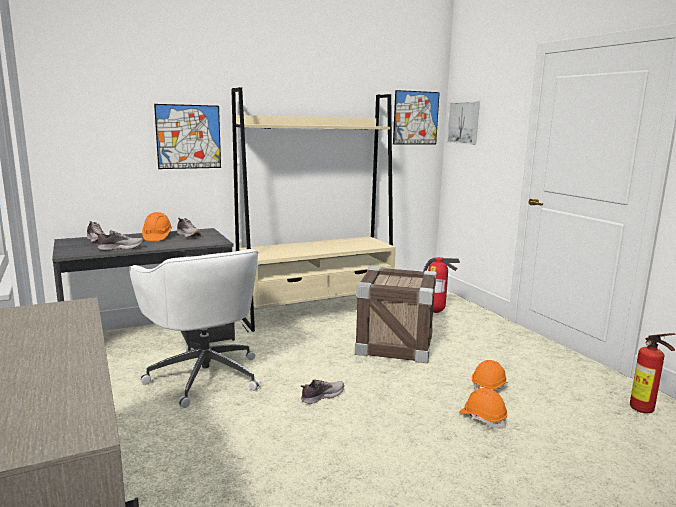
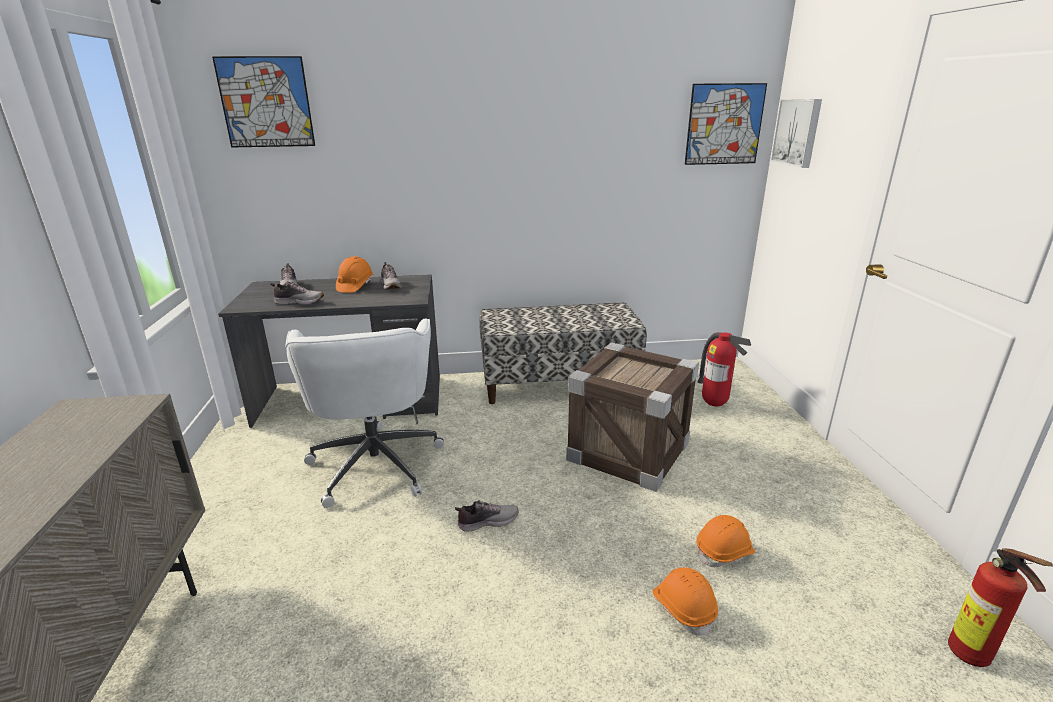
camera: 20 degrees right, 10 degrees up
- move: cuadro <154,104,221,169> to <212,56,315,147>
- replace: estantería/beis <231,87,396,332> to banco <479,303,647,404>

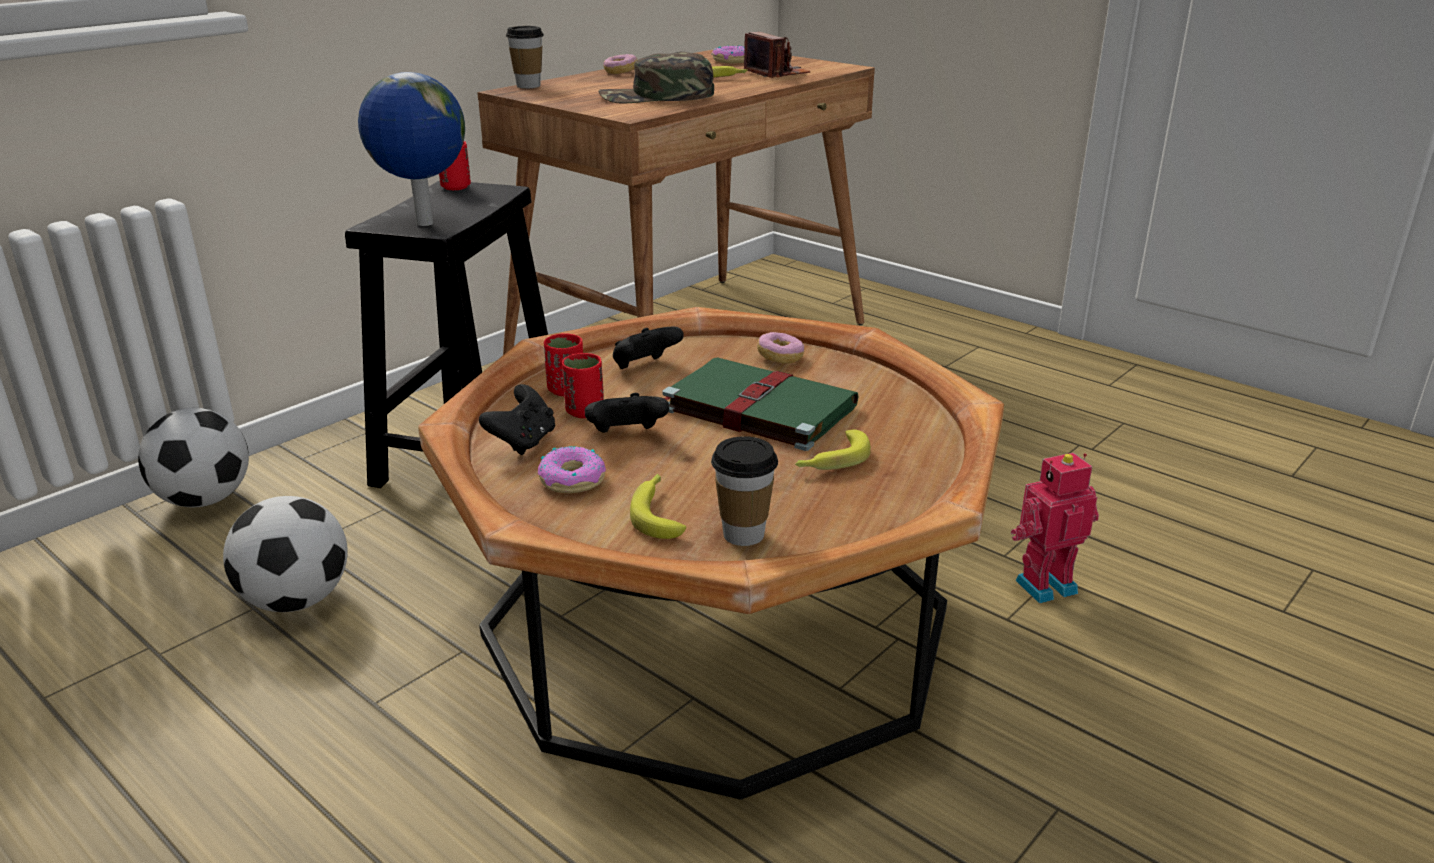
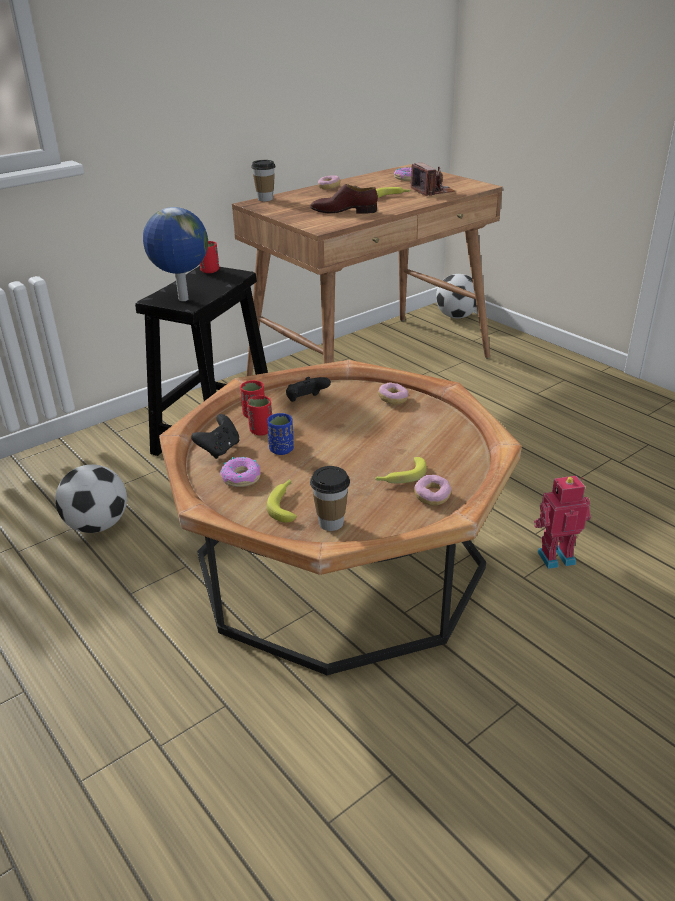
camera: 10 degrees right, 5 degrees up
- delete: libro/verde <663,358,859,451>
- insert: rosquilla <414,475,451,506>
- move: balón de fútbol <138,408,249,507> to <436,274,477,319>
- replace: mando de consola/negro <584,393,669,433> to taza/azul <267,413,294,455>
- replace: gorra/verde <599,52,714,104> to zapato/marrón <310,184,378,214>

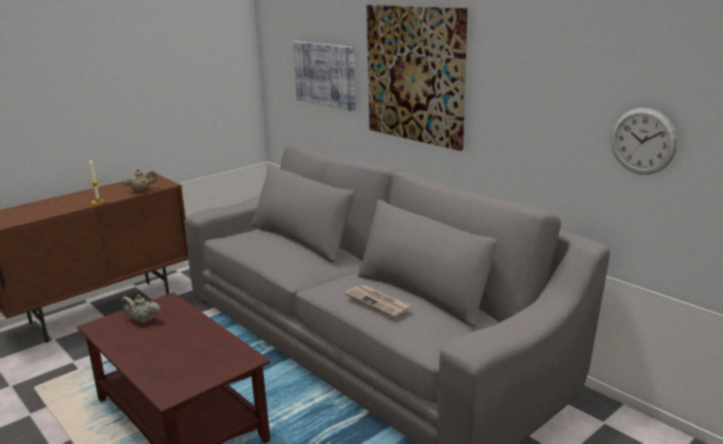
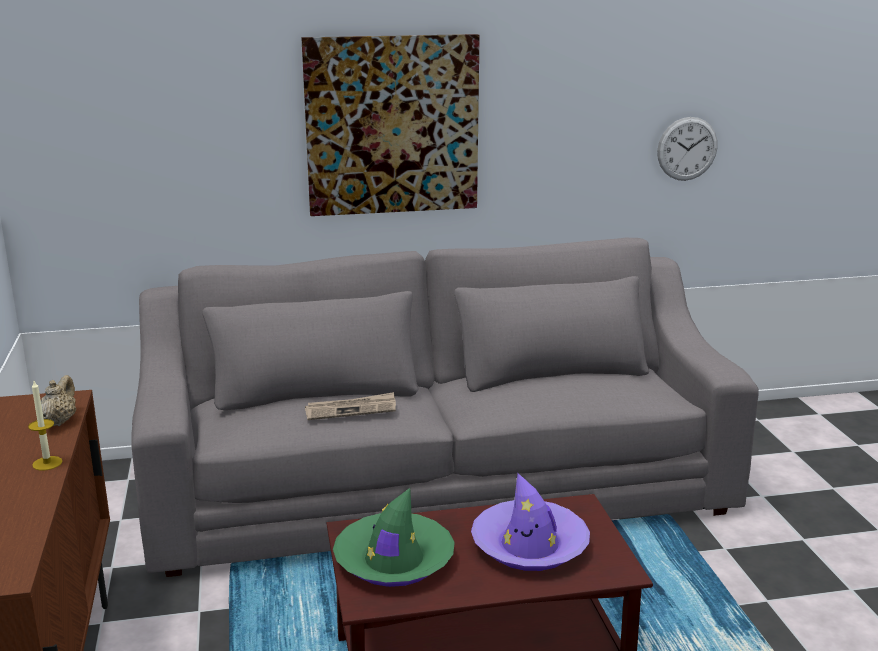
camera: 60 degrees left, 0 degrees up
- delete: cuadro <293,41,355,111>
- insert: sombrero/morado <471,473,590,571>
- move: periódico <345,285,411,317> to <305,392,396,420>
- replace: tetera/beis <121,295,161,323> to sombrero/verde <333,488,455,587>

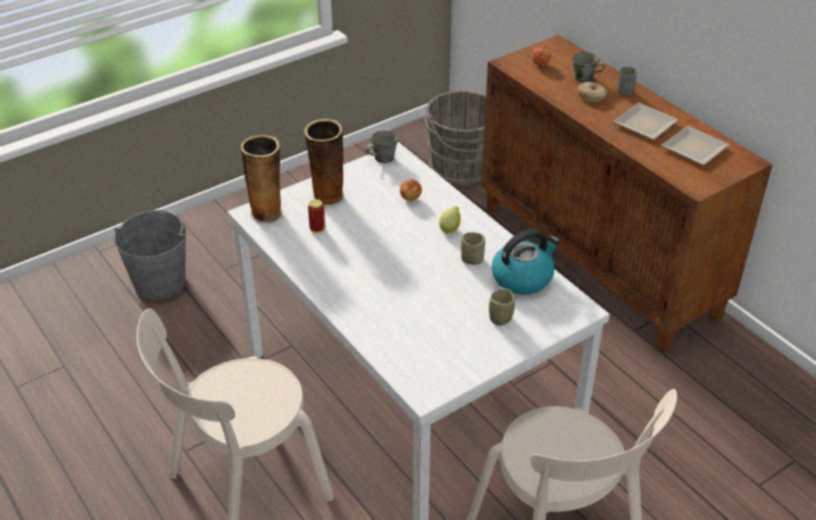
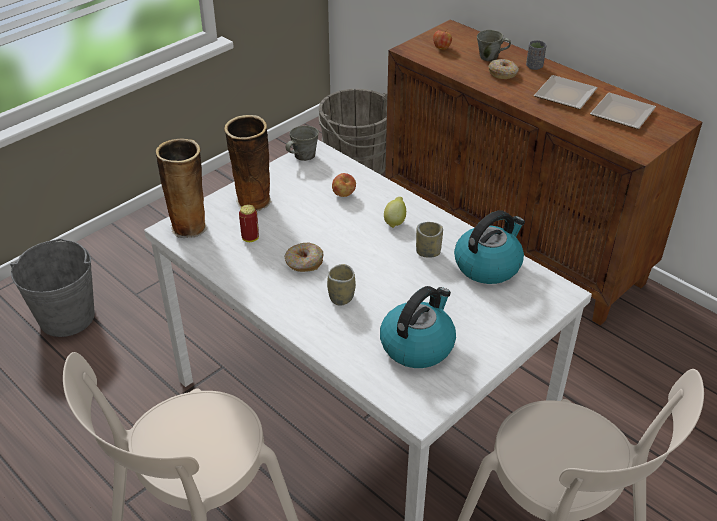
camera: 10 degrees left, 0 degrees up
- insert: rosquilla <284,243,323,272>
- insert: hervidor <380,286,456,368>
- move: taza <489,288,515,326> to <327,264,356,306>

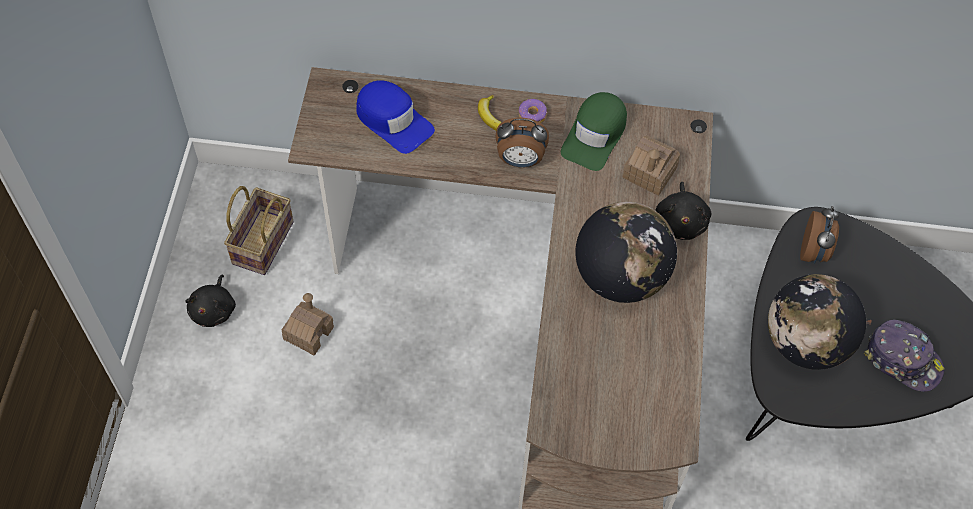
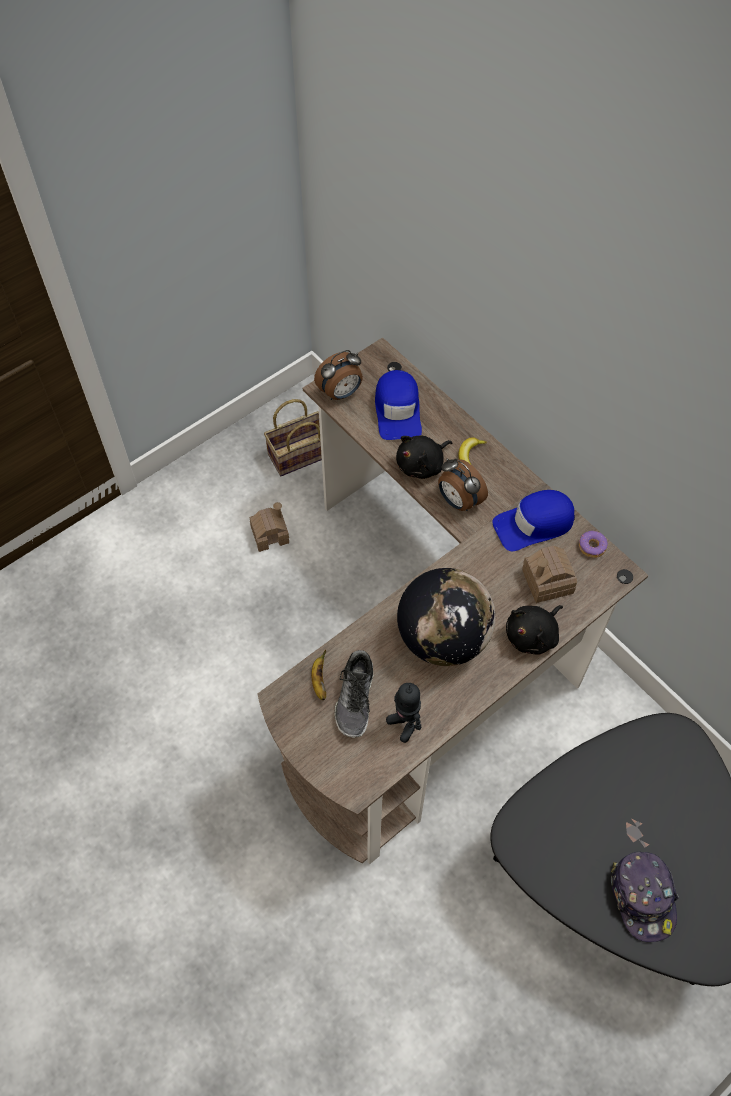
camera: 45 degrees right, 0 degrees up
- delete: globo terráqueo <768,274,866,370>
- insert: plátano <311,649,326,700>
- insert: zapato <334,650,373,738>
- insert: robot de juguete <386,683,422,743>
- move: peluche/negro <185,275,236,327> to <396,436,453,479>
- move: rosquilla <519,99,547,123> to <579,531,608,558>
- move: despertador <800,206,839,264> to <314,350,363,400>
- recolor: gorra/verde <561,92,627,171> to gorra/azul <492,490,575,551>

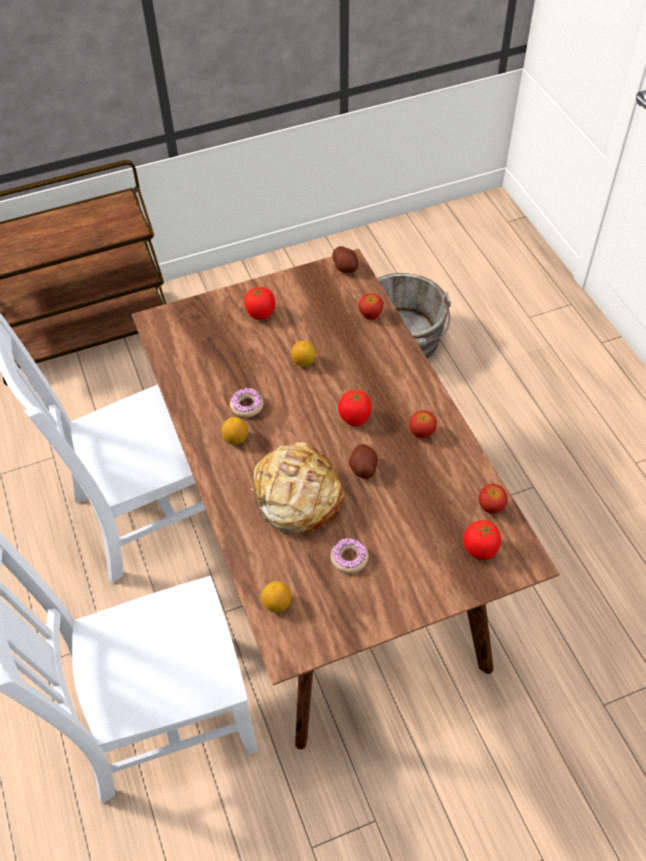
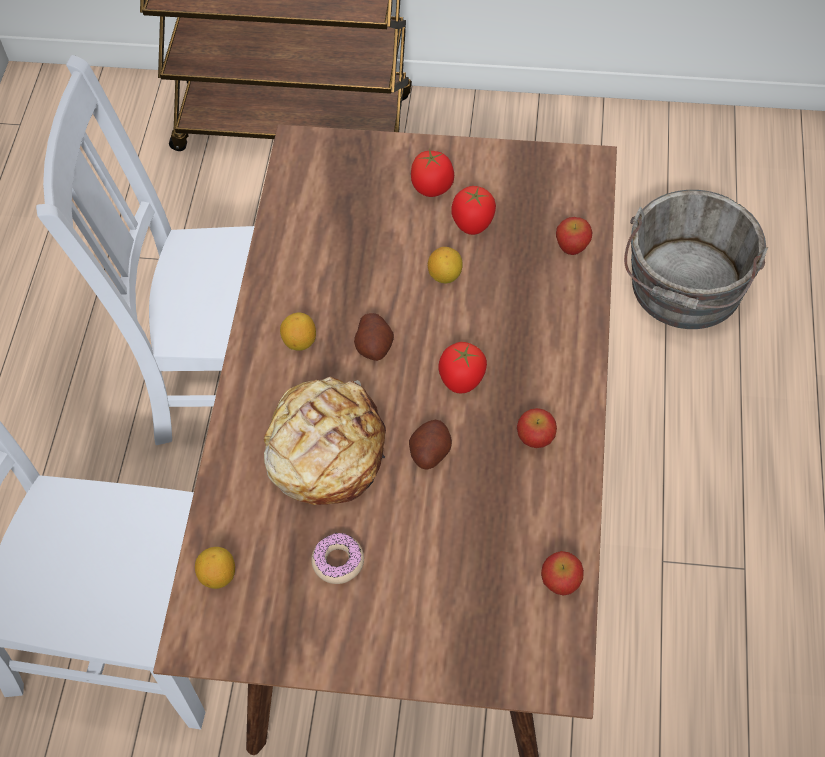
camera: 30 degrees right, 5 degrees up
- delete: rosquilla <230,388,264,418>
- move: patata <332,246,358,273> to <354,313,394,361>
- move: tomate <463,520,501,560> to <451,186,496,235>

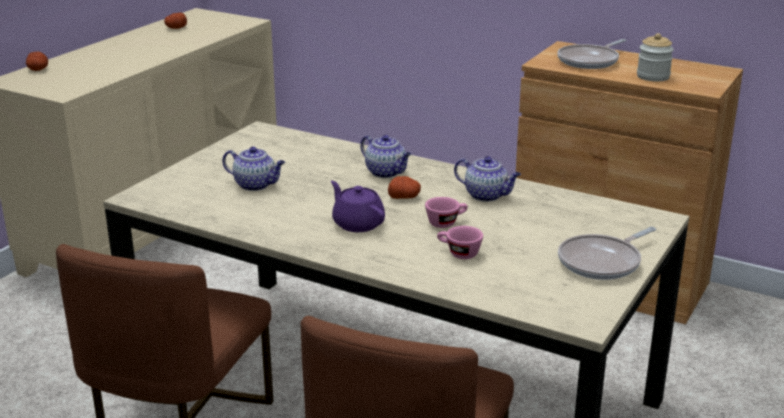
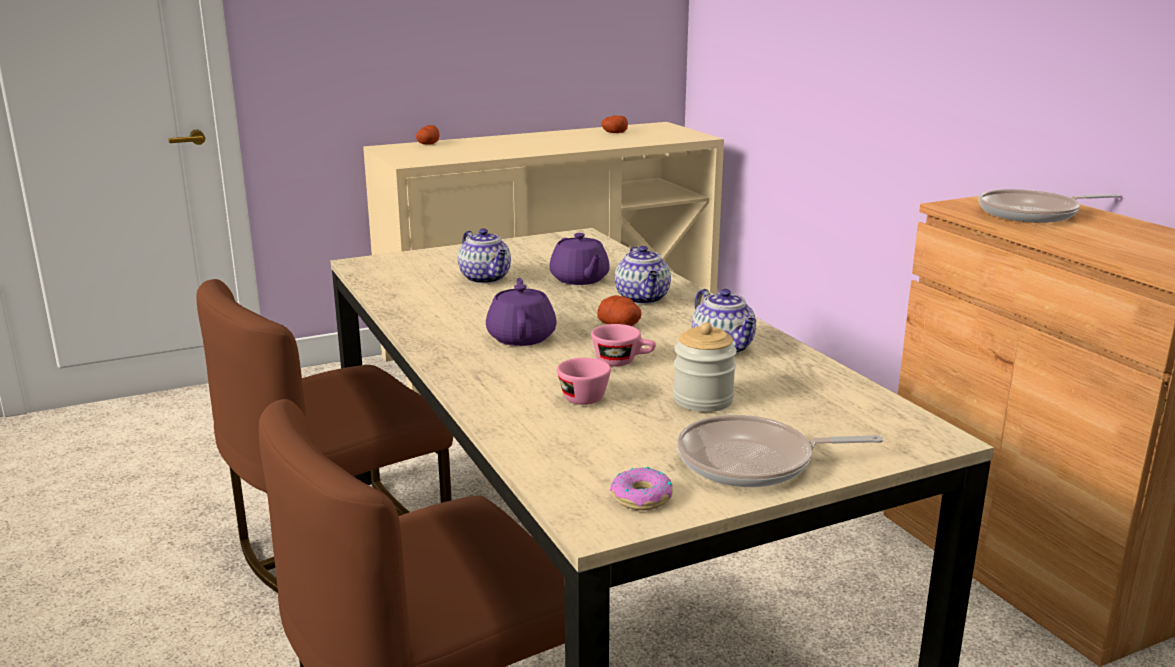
camera: 35 degrees right, 5 degrees down
- insert: tetera/morado <549,233,610,285>
- insert: rosquilla <610,467,673,510>
- move: tarro <637,33,674,82> to <673,322,737,412>

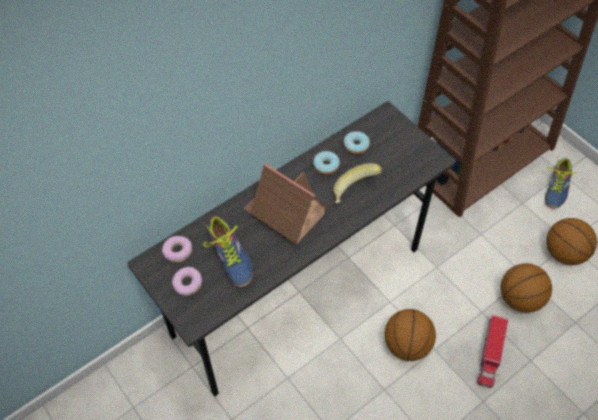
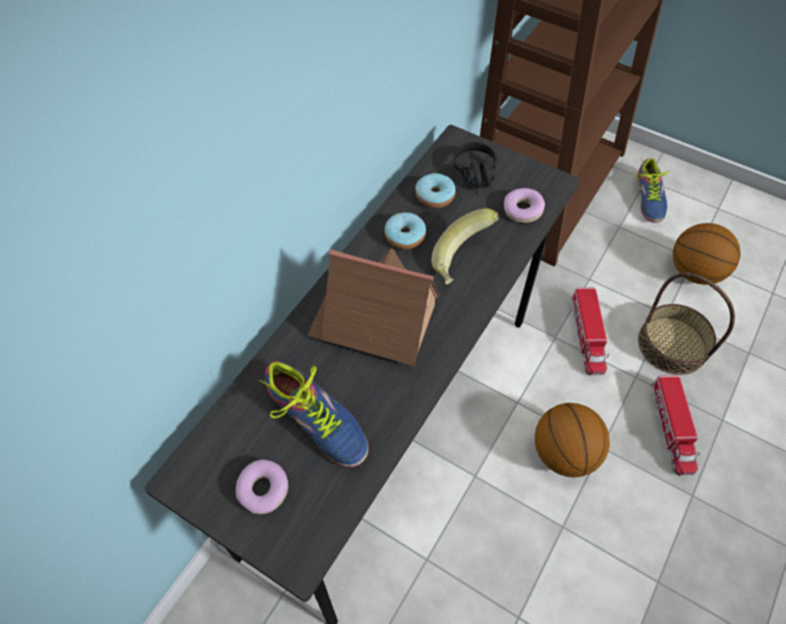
camera: 20 degrees left, 0 degrees up
- insert: auriculares/negro <454,142,498,196>
- insert: camión de juguete <571,287,609,376>
- move: rosquilla <162,236,192,262> to <504,188,545,223>
- replace: balón de baloncesto <501,263,552,313> to cesta <638,272,735,375>

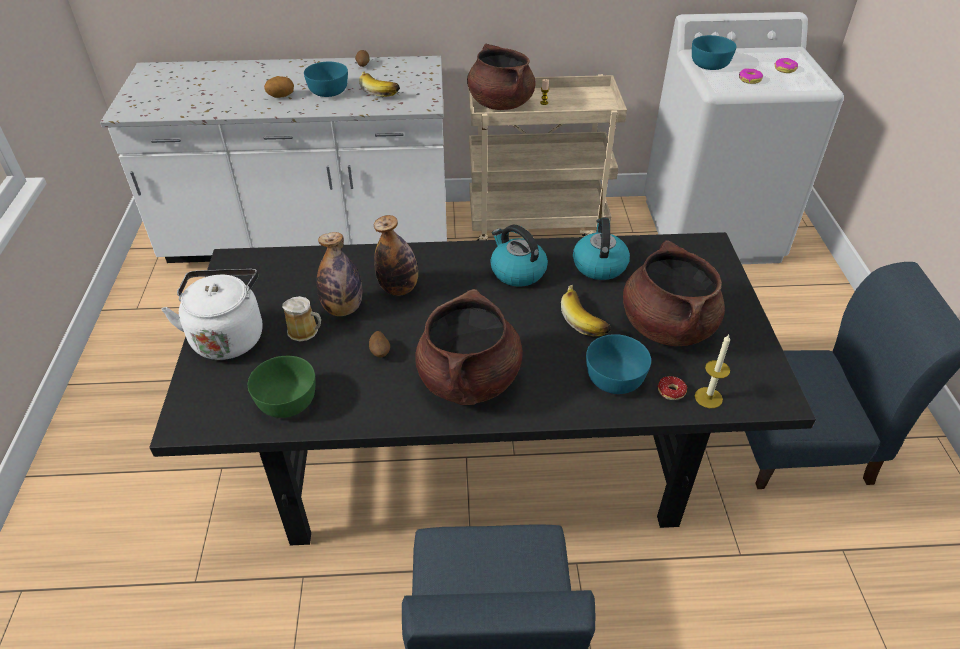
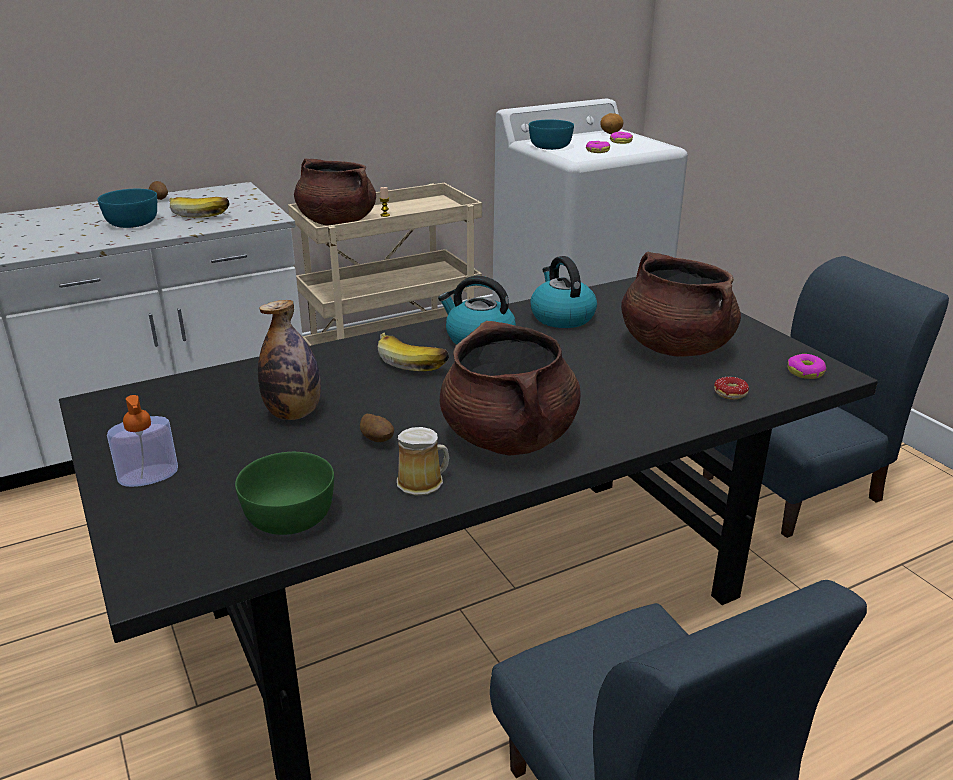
camera: 25 degrees left, 15 degrees down
- delete: botella <374,215,418,296>
- delete: cuenco/turquesa <586,334,651,394>
- delete: vela <695,334,730,408>
- insert: rosquilla <787,354,826,379>
- move: patata <264,76,294,98> to <600,113,624,134>
- move: taza grande <282,296,321,341> to <397,427,449,496>
- move: plátano <561,285,611,336> to <378,332,449,371>
- replace: hervidor/blanco <161,269,263,360> to dispensador de jabón <107,395,178,487>

